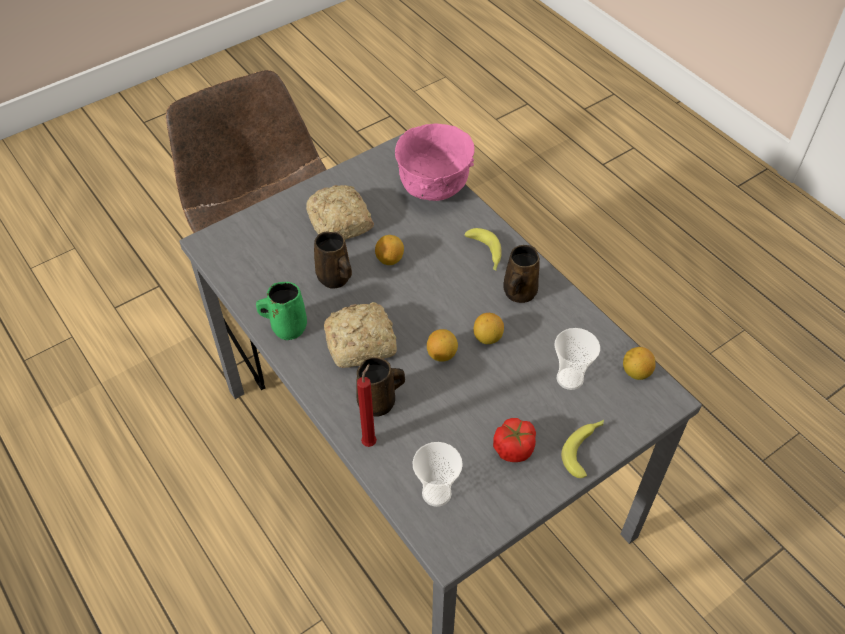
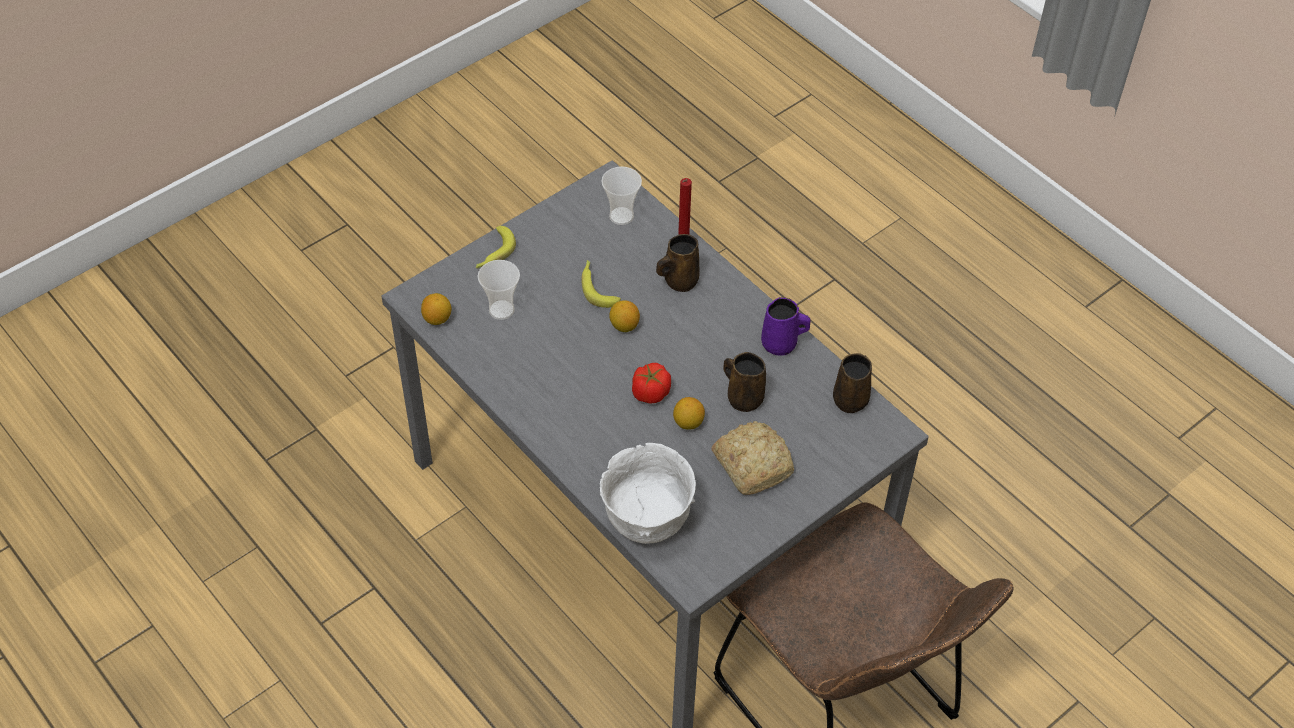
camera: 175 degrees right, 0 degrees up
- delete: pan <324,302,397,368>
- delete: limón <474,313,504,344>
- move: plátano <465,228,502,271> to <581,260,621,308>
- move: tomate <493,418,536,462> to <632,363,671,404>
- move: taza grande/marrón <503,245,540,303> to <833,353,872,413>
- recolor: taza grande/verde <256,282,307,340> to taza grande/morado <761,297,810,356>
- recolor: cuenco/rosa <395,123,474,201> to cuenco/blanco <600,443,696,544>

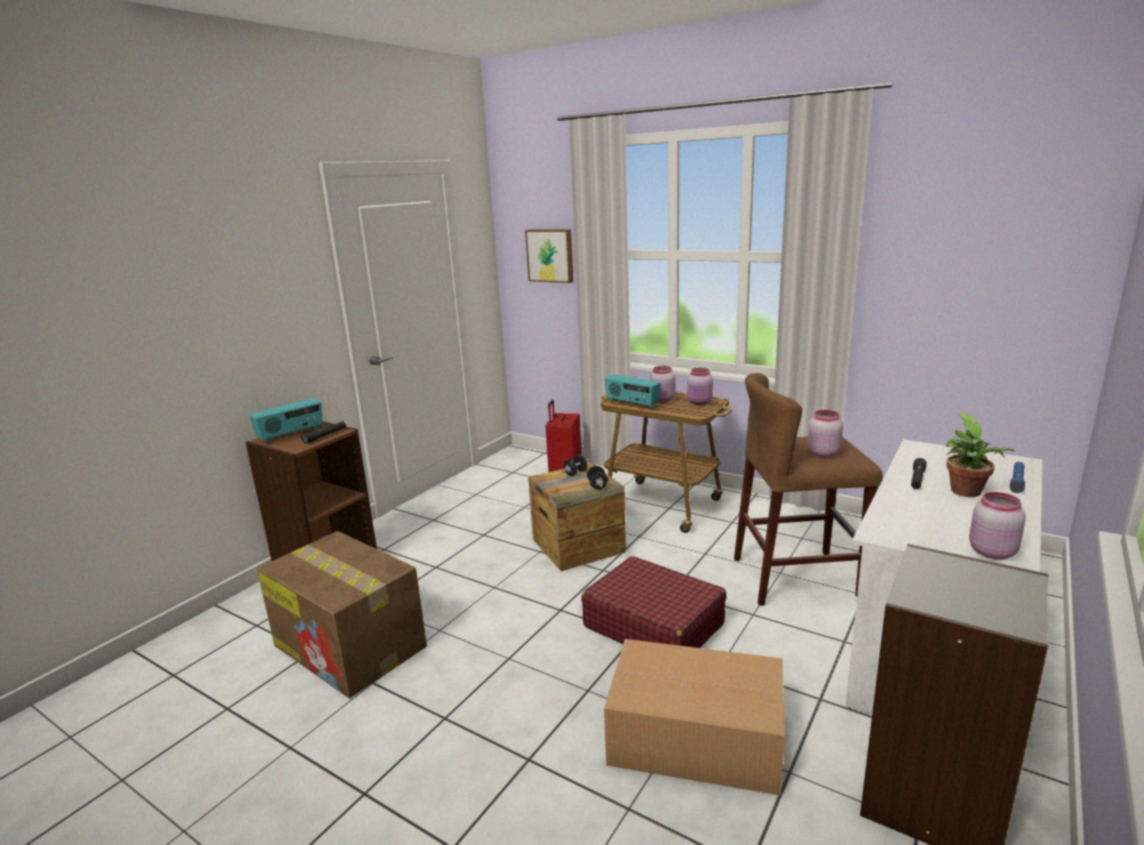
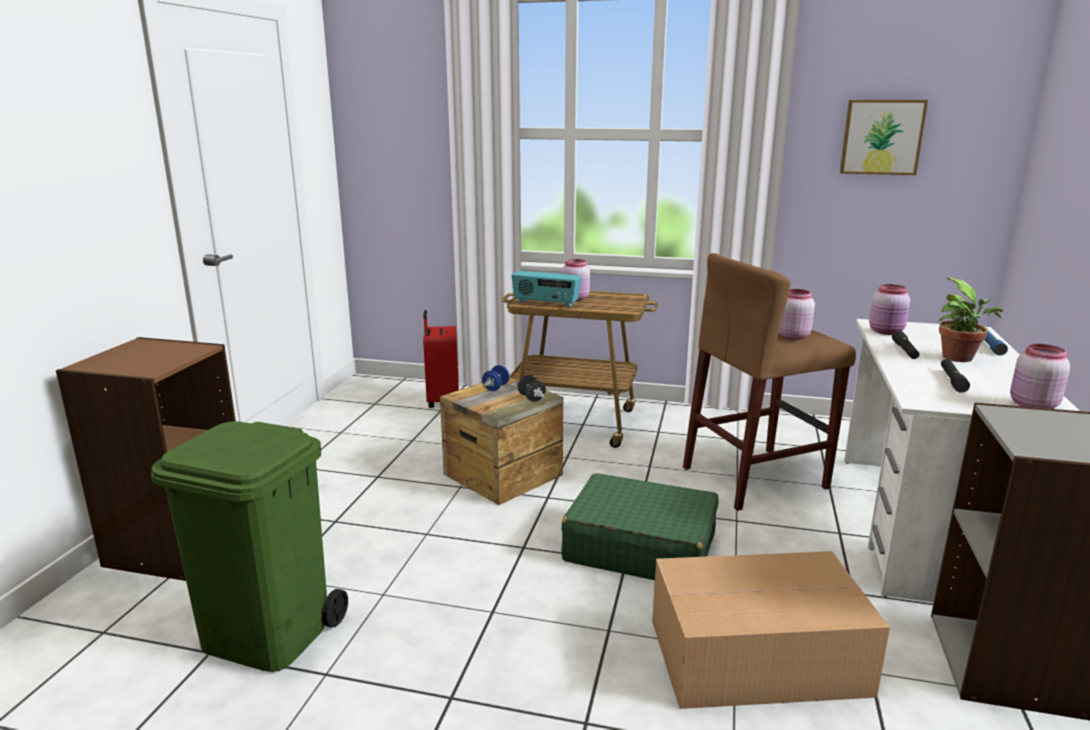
camera: 20 degrees left, 0 degrees up
- delete: radio <249,398,323,443>
- move: linterna/negro <301,421,346,444> to <941,359,970,393>
- move: cuadro <525,230,573,283> to <840,100,928,175>
- move: tarro/rosa <687,368,713,405> to <869,284,910,335>
- replace: caja de cartón <257,531,427,698> to papelera/verde <151,421,348,672>
- recolor: mancuerna/negro <561,455,589,476> to mancuerna/azul <482,365,510,391>
- recolor: maleta/rojo <581,556,727,648> to maleta/verde <561,473,718,580>

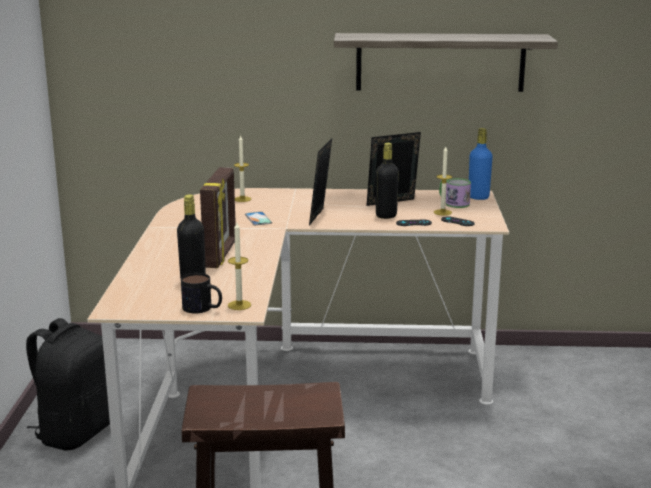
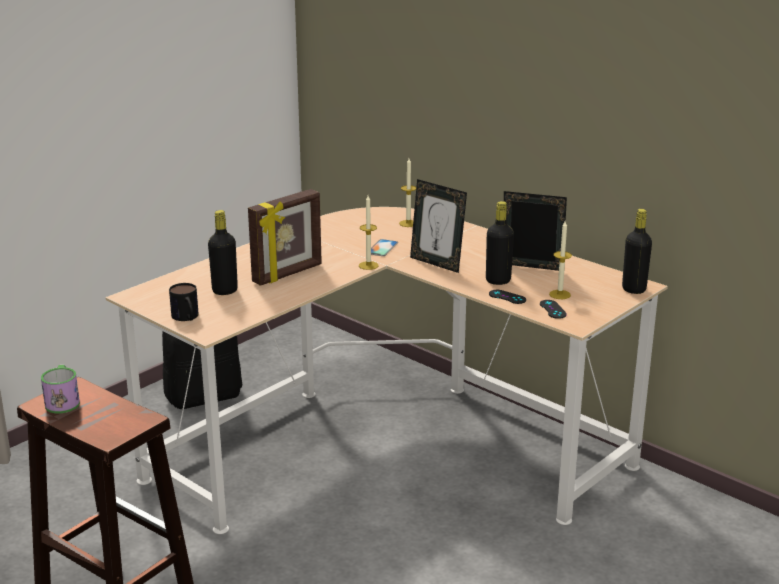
camera: 40 degrees right, 5 degrees up
- delete: estante <334,33,558,92>
- move: vela <228,222,251,310> to <359,195,379,270>
- move: taza grande <439,178,471,208> to <41,365,80,413>
- recolor: botella/azul <469,128,493,200> to botella/negro <622,209,652,294>
- rotate: portarretratos <309,139,332,225> = <410,179,467,273> 105 degrees counterclockwise

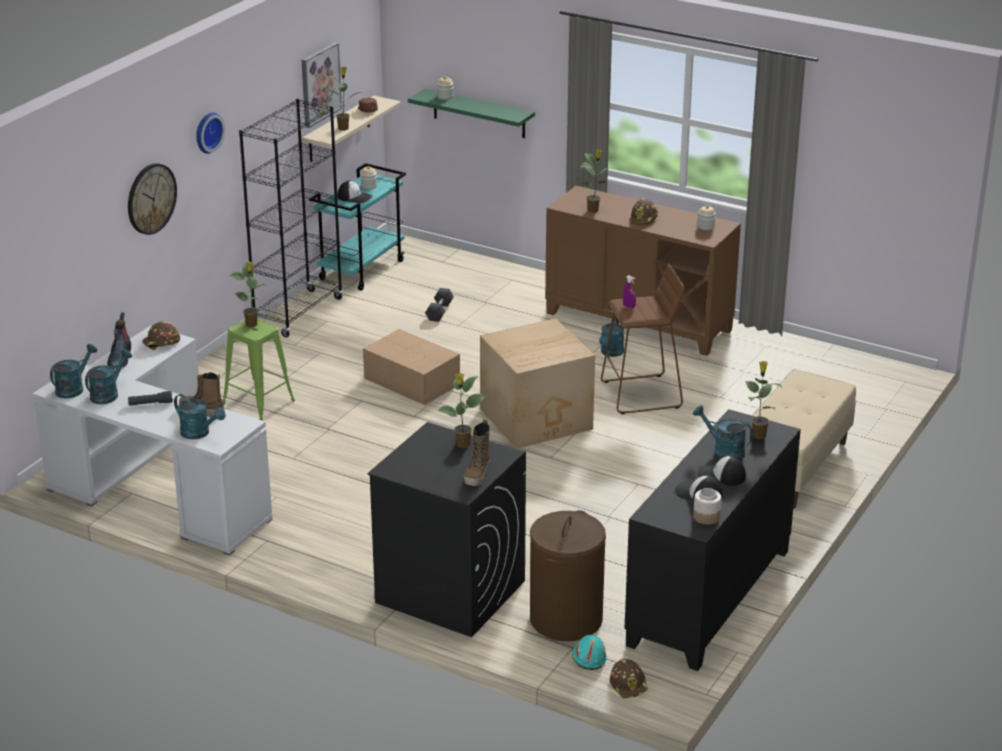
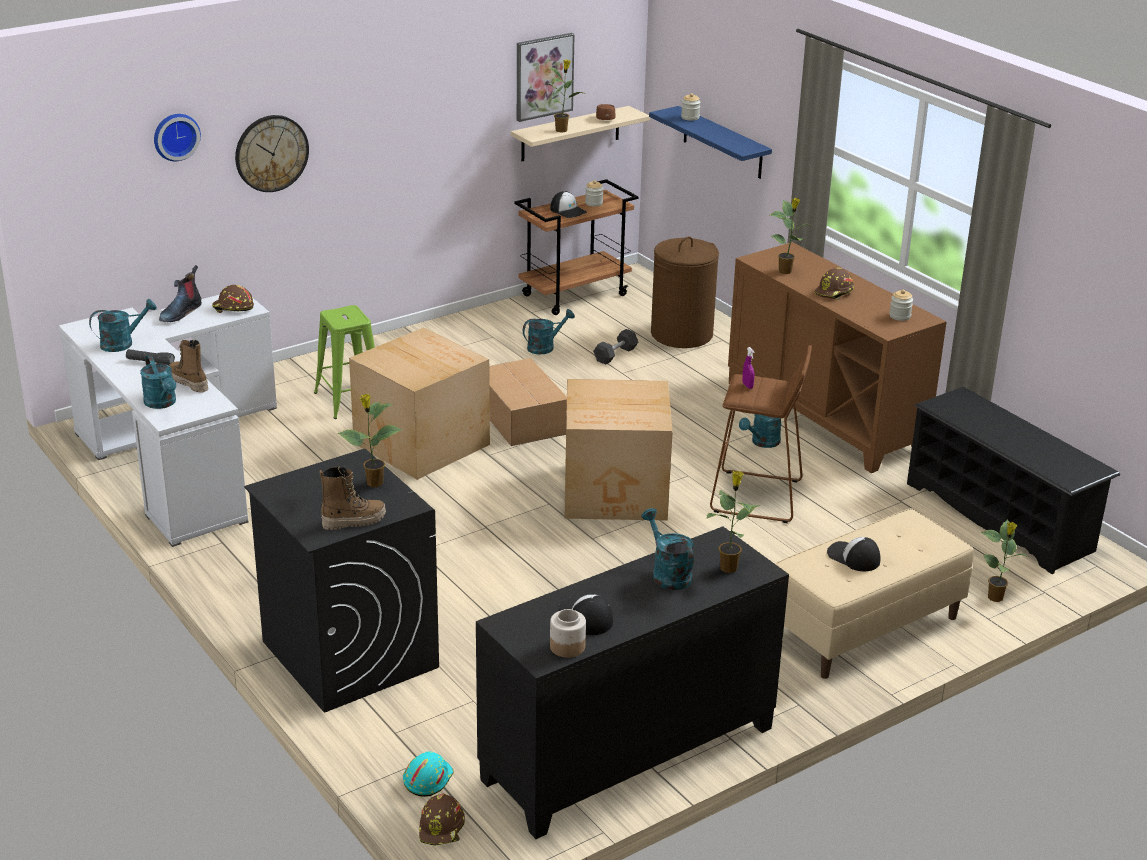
camera: 25 degrees right, 0 degrees up
- delete: estantería/negro <239,98,343,337>
- insert: caja de cartón <349,328,490,480>
- insert: zapatero/negro <907,387,1120,574>
- move: regadera/turquesa <50,344,97,399> to <523,309,575,354>
- move: reloj de pared <196,112,225,154> to <154,114,201,161>
- move: planta en maceta <229,262,266,327> to <982,519,1028,602>
- move: cesto de la ropa/marrón <530,510,606,641> to <651,236,719,348>
- move: gorra <698,456,746,486> to <827,537,880,571>
- recolor: carrito/turquesa <309,163,406,291> to carrito/marrón <514,179,639,315>
- recolor: estante/verde <408,89,535,138> to estante/azul <649,106,772,179>
- rotate: bota <464,419,490,486> = <319,466,386,530> 150 degrees counterclockwise

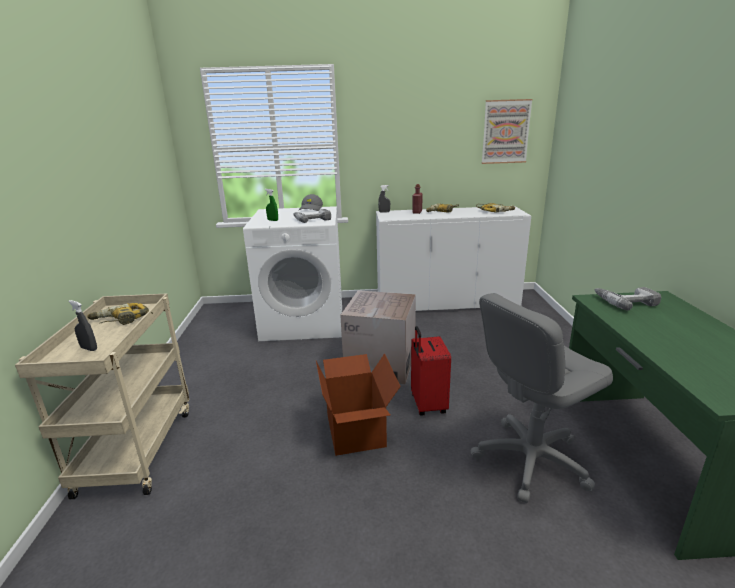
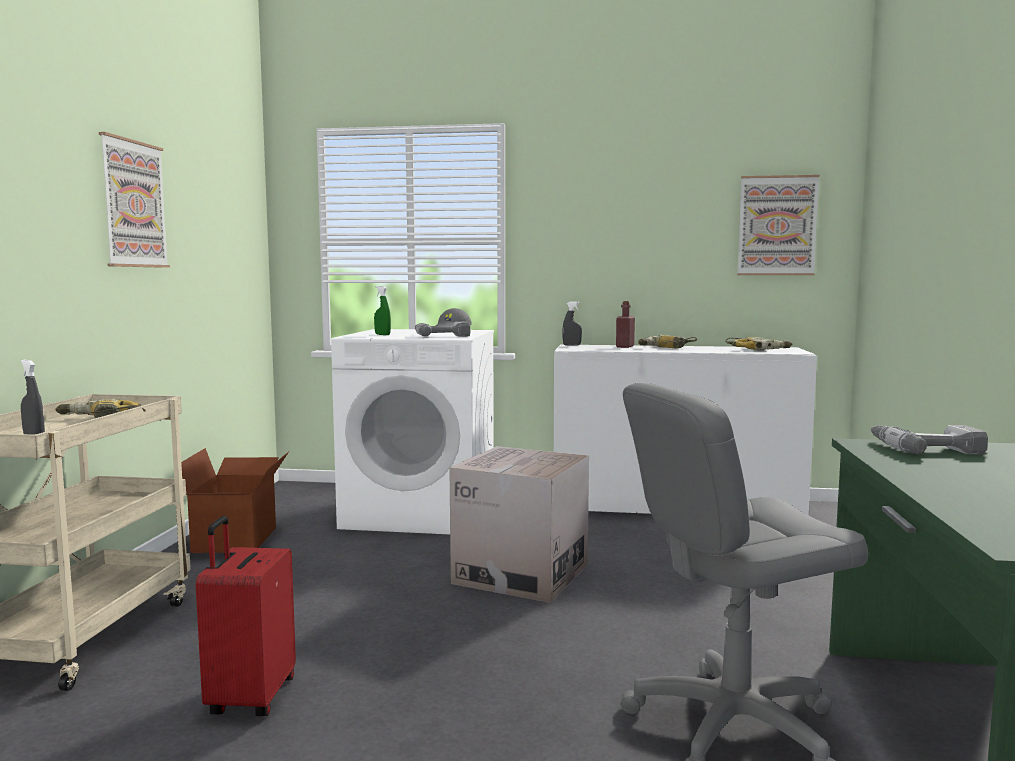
camera: 10 degrees right, 15 degrees down
- insert: cuadro <99,132,170,268>
- move: caja de cartón <316,354,401,456> to <181,448,289,553>
- move: maleta/rojo <411,326,451,416> to <196,516,296,716>

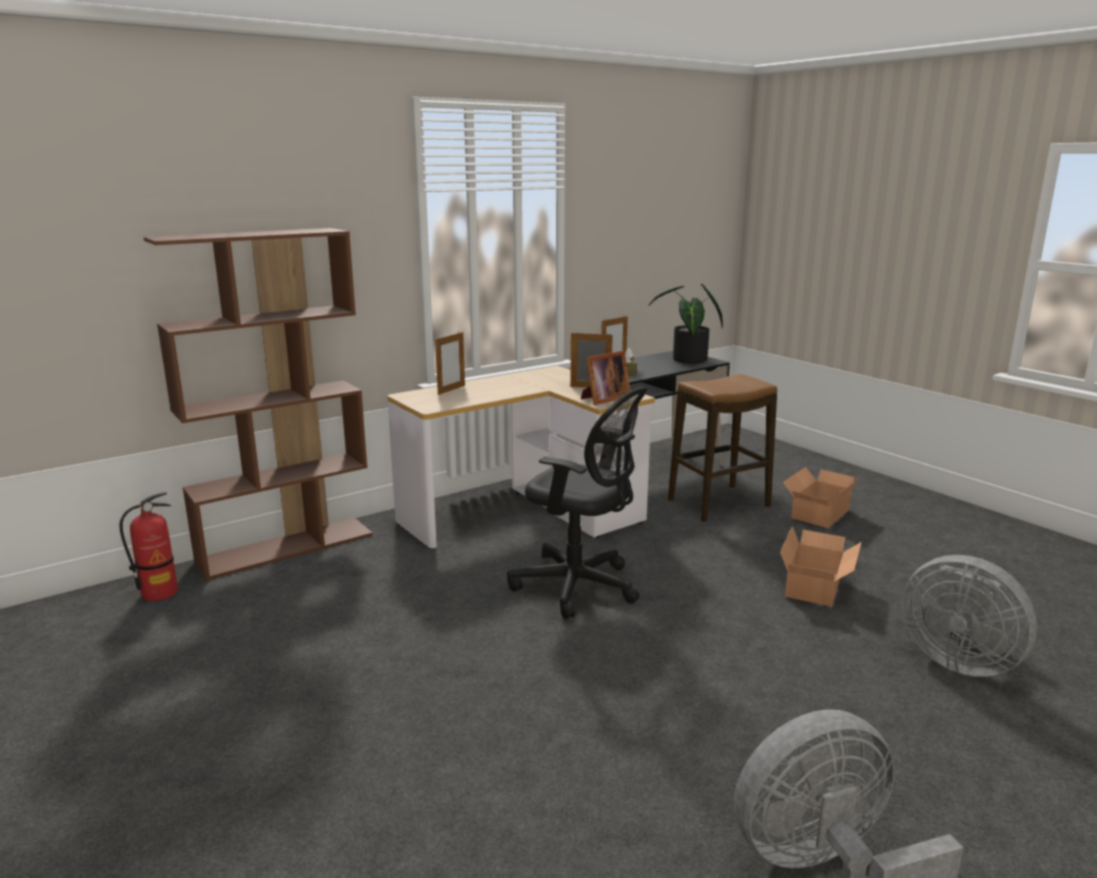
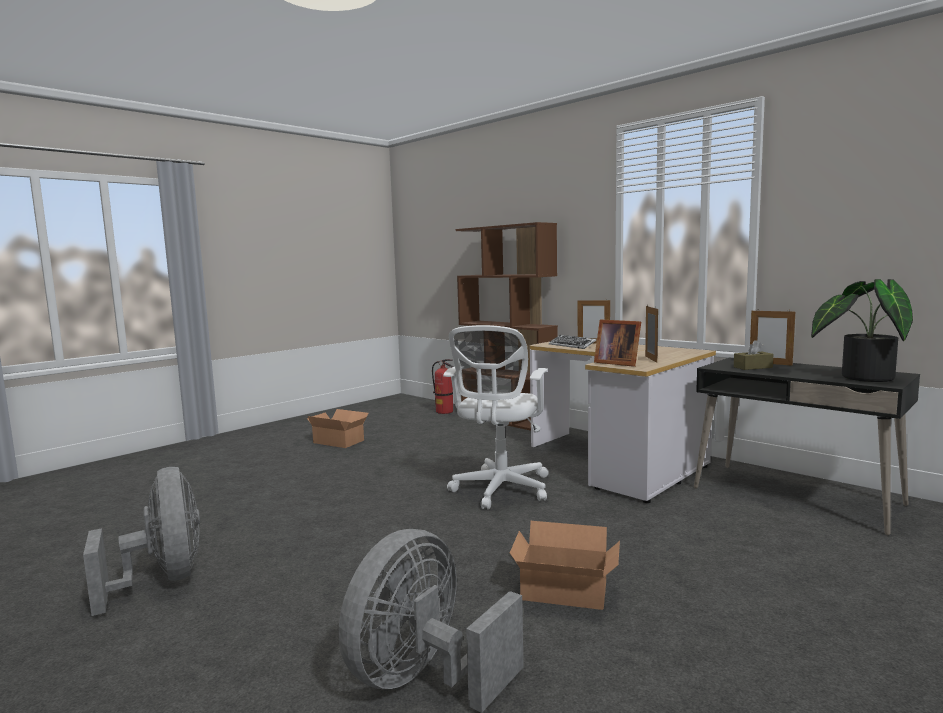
camera: 80 degrees right, 10 degrees down
- delete: taburete <668,374,777,522>
- insert: teclado <549,335,596,349>
- move: caja de cartón <783,467,861,528> to <307,409,368,448>
- recolor: silla de oficina/negro <507,387,647,619> to silla de oficina/blanco <443,325,549,510>

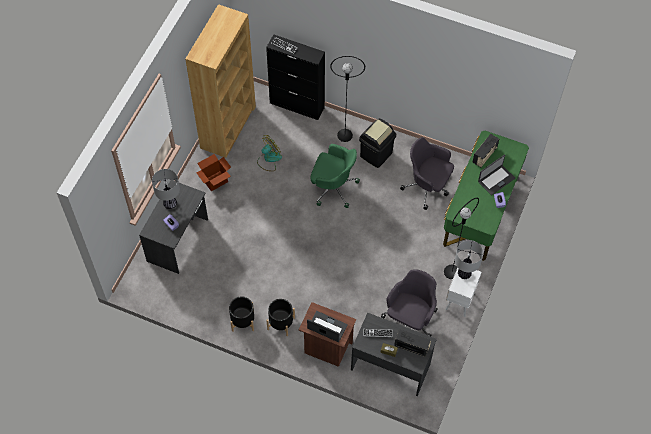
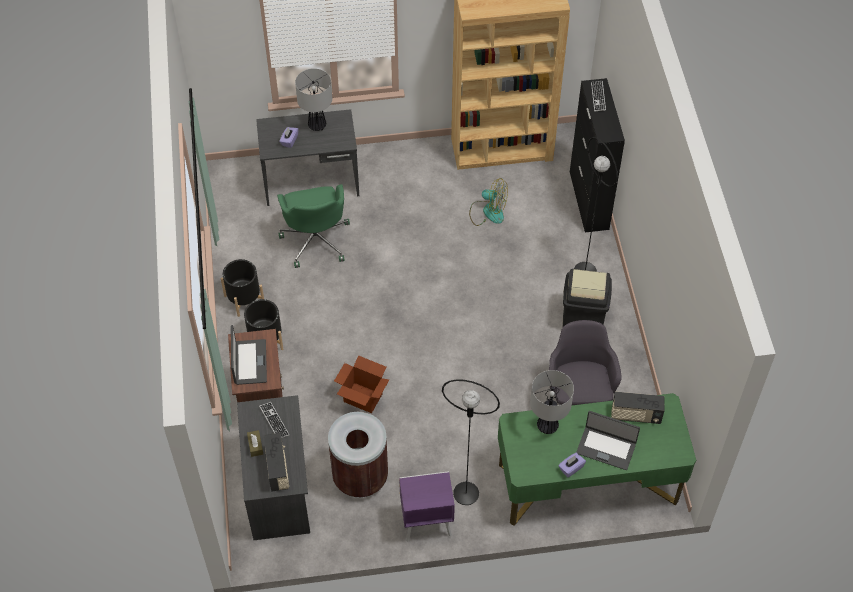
camera: 60 degrees right, 5 degrees down
- move: caja de cartón <196,154,231,191> to <334,355,389,413>
- move: silla de oficina/verde <310,144,360,208> to <277,184,350,268>
- move: lámpara de mesa <455,240,484,279> to <530,370,574,434>
- replace: silla de oficina/gris <381,269,437,337> to papelera/marrón <328,412,388,498>
- recolor: mesita de noche/blanco <445,267,482,317> to mesita de noche/morado <399,471,455,542>

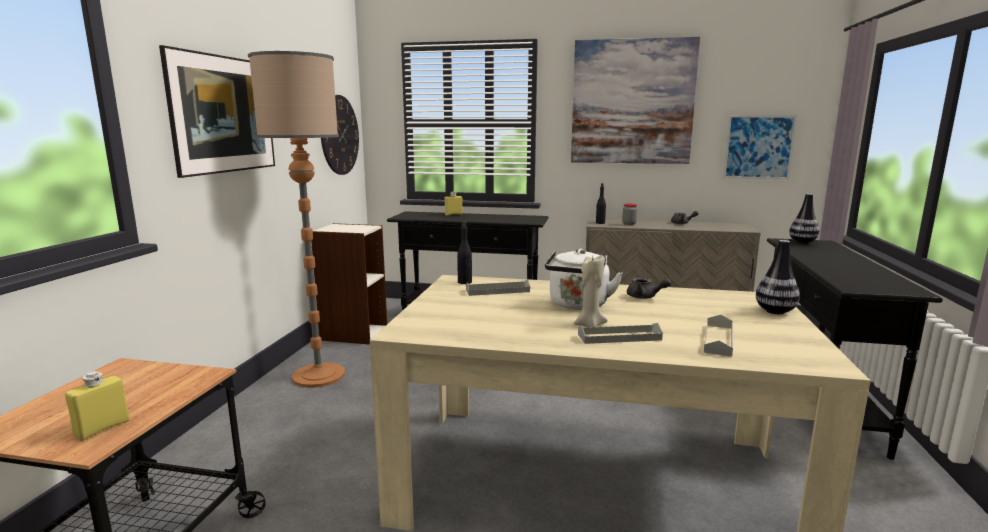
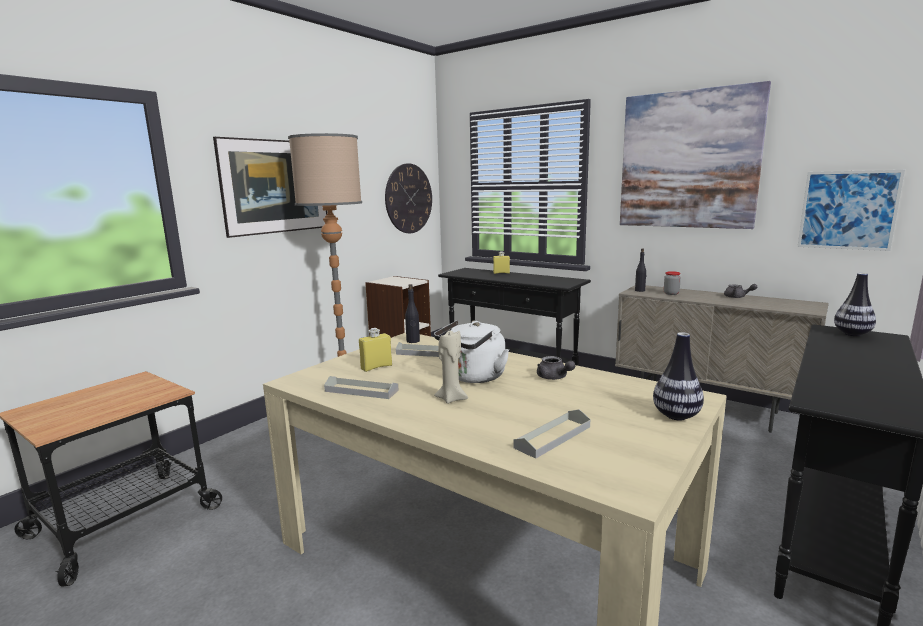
camera: 25 degrees right, 0 degrees up
- move: botella/amarillo <65,371,130,441> to <359,328,392,372>
- move: bandeja/gris <578,323,663,344> to <324,376,399,399>

